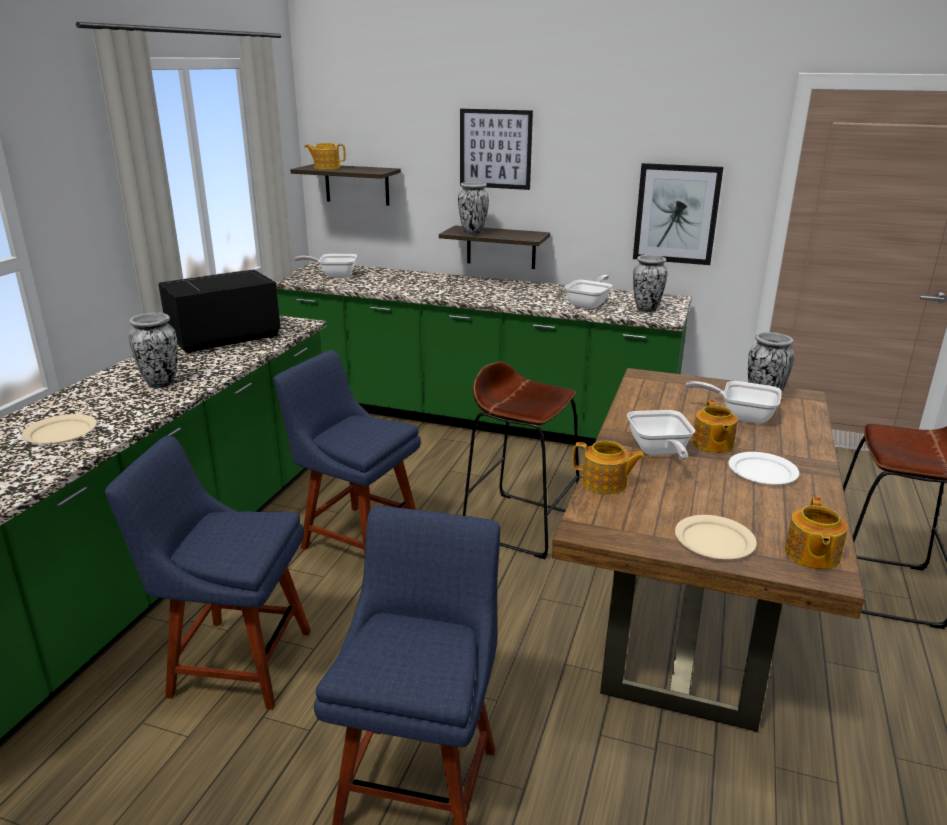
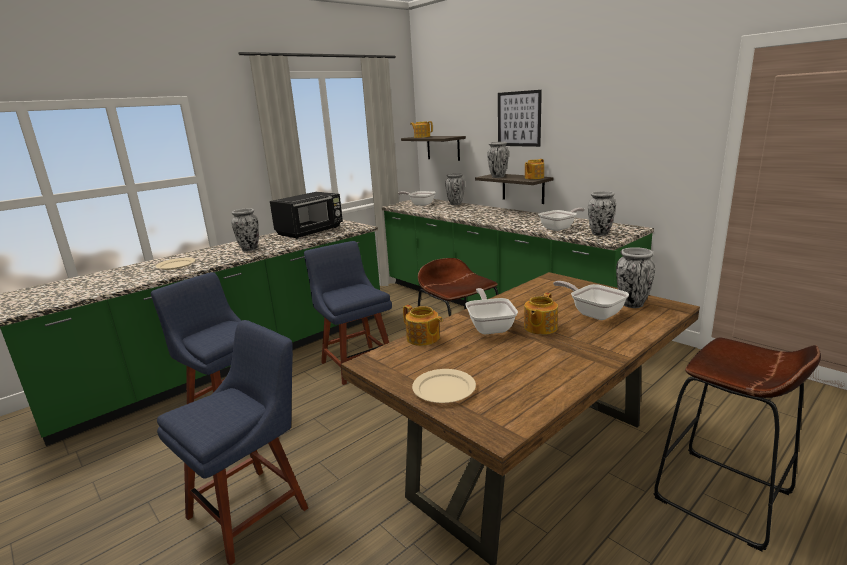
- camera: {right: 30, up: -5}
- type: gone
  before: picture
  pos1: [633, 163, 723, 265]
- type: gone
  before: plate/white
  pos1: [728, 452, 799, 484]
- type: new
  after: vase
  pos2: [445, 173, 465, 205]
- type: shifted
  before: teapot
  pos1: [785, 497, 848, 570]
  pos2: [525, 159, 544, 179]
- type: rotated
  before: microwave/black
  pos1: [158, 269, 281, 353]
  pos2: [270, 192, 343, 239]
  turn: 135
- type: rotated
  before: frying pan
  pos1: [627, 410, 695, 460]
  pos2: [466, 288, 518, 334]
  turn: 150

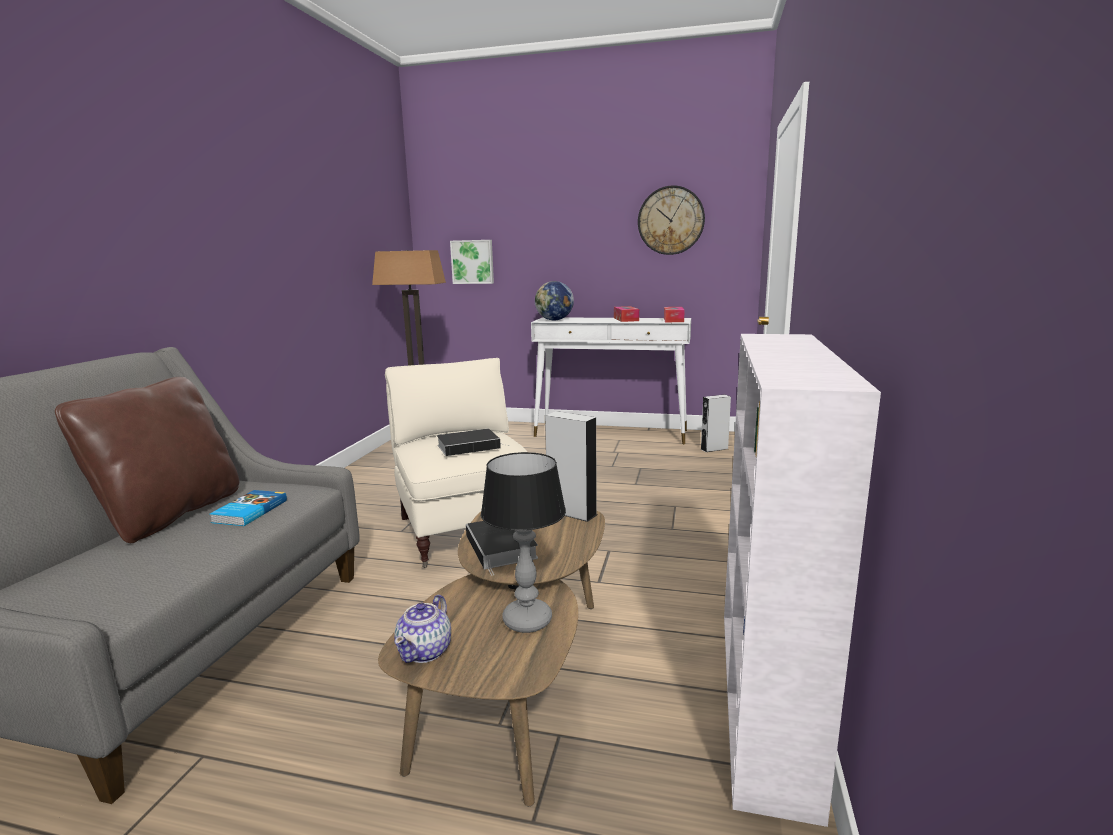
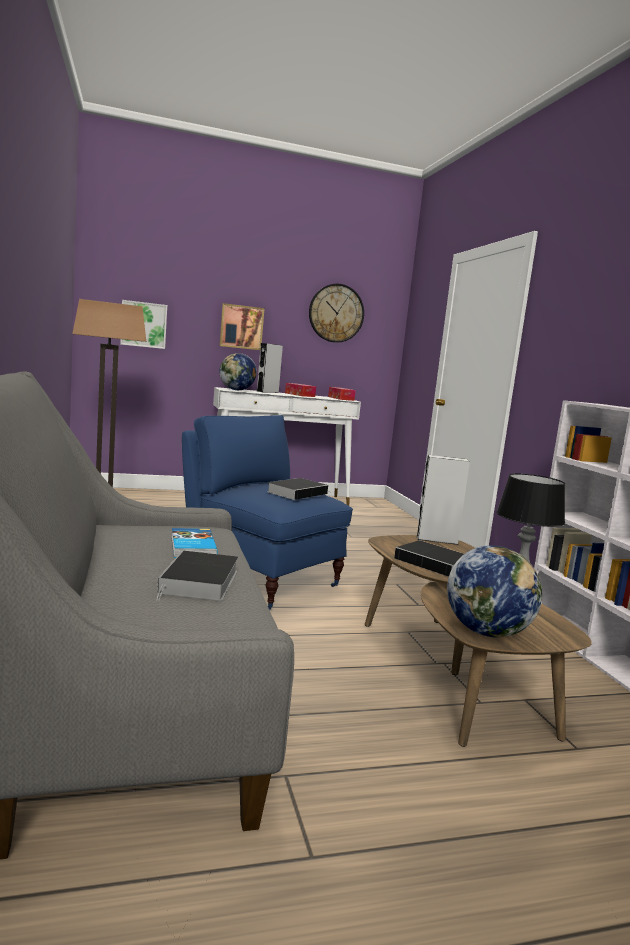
- camera: {right: -30, up: -5}
- type: gone
  before: pillow/brown
  pos1: [55, 377, 239, 543]
- type: new
  after: book
  pos2: [156, 551, 238, 601]
- type: new
  after: picture
  pos2: [219, 303, 265, 350]
- type: shifted
  before: speaker/grey
  pos1: [701, 394, 731, 452]
  pos2: [257, 343, 283, 393]
- type: swapped
  before: teapot
  after: globe
  pos1: [394, 595, 451, 663]
  pos2: [447, 545, 542, 638]
- type: repainted
  before: armchair/beige
  after: armchair/blue
  pos1: [385, 358, 527, 568]
  pos2: [182, 415, 353, 610]

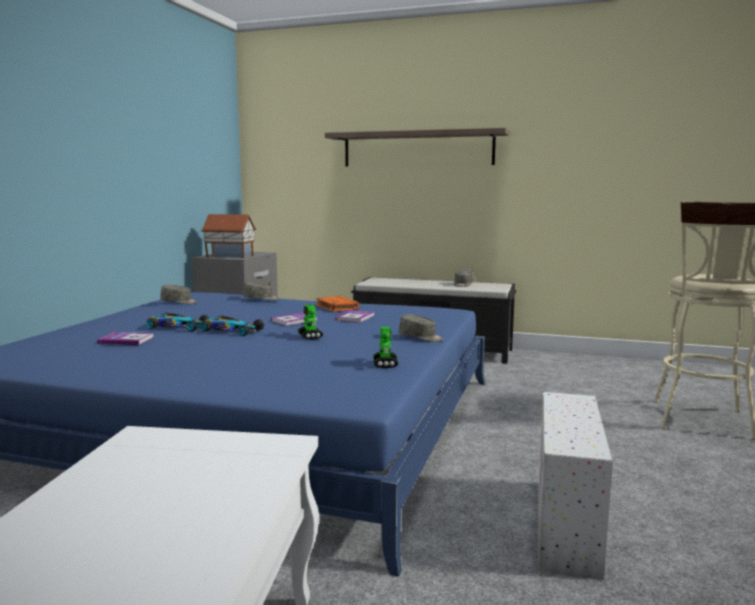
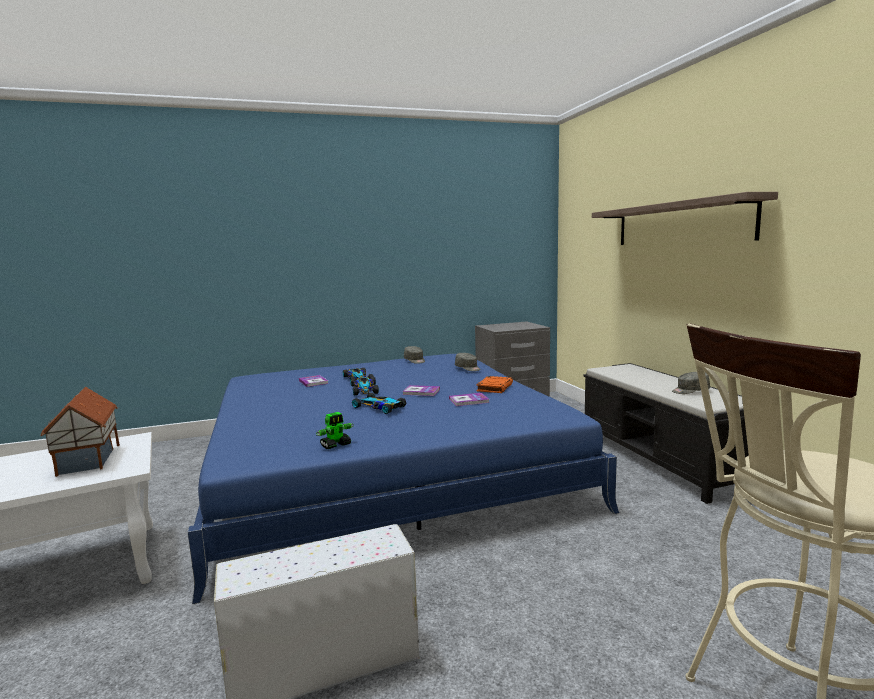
- camera: {right: 55, up: 0}
- type: gone
  before: cap/grey
  pos1: [399, 314, 443, 342]
- type: shifted
  before: toy house
  pos1: [201, 214, 256, 258]
  pos2: [40, 387, 120, 477]
- type: swapped
  before: toy robot
  after: toy car
  pos1: [298, 305, 323, 340]
  pos2: [352, 393, 407, 414]

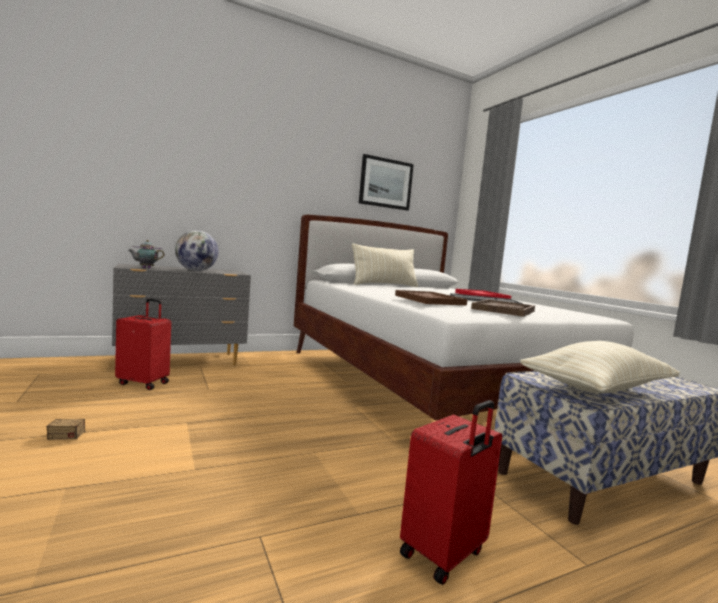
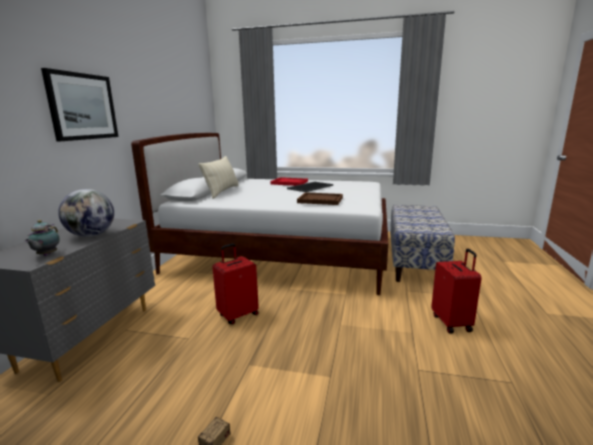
- camera: {right: -50, up: 10}
- type: gone
  before: tray/brown
  pos1: [471, 299, 535, 317]
- type: gone
  before: pillow/beige
  pos1: [520, 341, 680, 394]
- type: shifted
  before: suitcase/red
  pos1: [115, 298, 171, 390]
  pos2: [212, 243, 259, 324]
- type: shifted
  before: picture
  pos1: [359, 154, 414, 211]
  pos2: [41, 68, 118, 142]

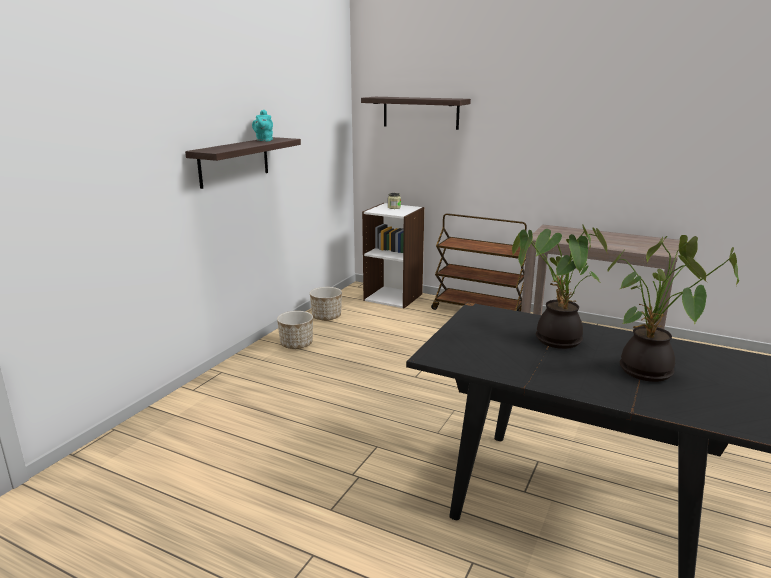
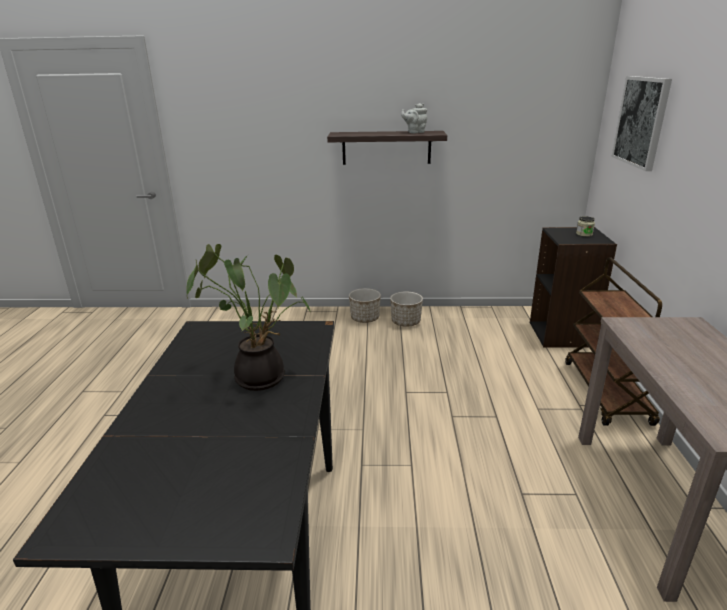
- camera: {right: 65, up: 5}
- type: gone
  before: potted plant
  pos1: [607, 235, 739, 382]
- type: shifted
  before: planter
  pos1: [310, 287, 342, 321]
  pos2: [349, 288, 381, 323]
- type: swapped
  before: shelf
  after: picture
  pos1: [361, 97, 471, 130]
  pos2: [611, 76, 672, 171]
- type: repainted
  before: teapot/turquoise
  after: teapot/grey
  pos1: [252, 110, 273, 141]
  pos2: [401, 103, 427, 133]
- type: repainted
  before: bookcase/white
  after: bookcase/black
  pos1: [362, 203, 424, 308]
  pos2: [530, 227, 617, 347]

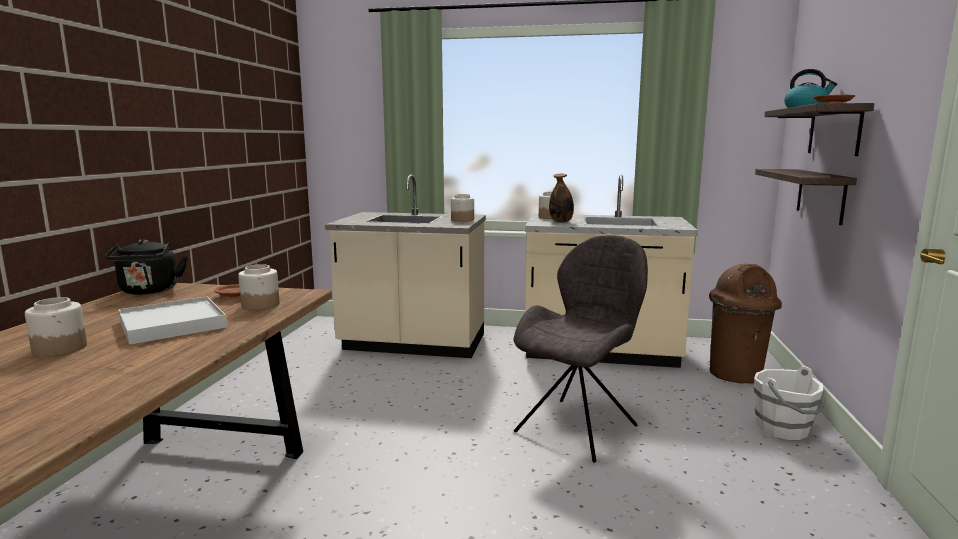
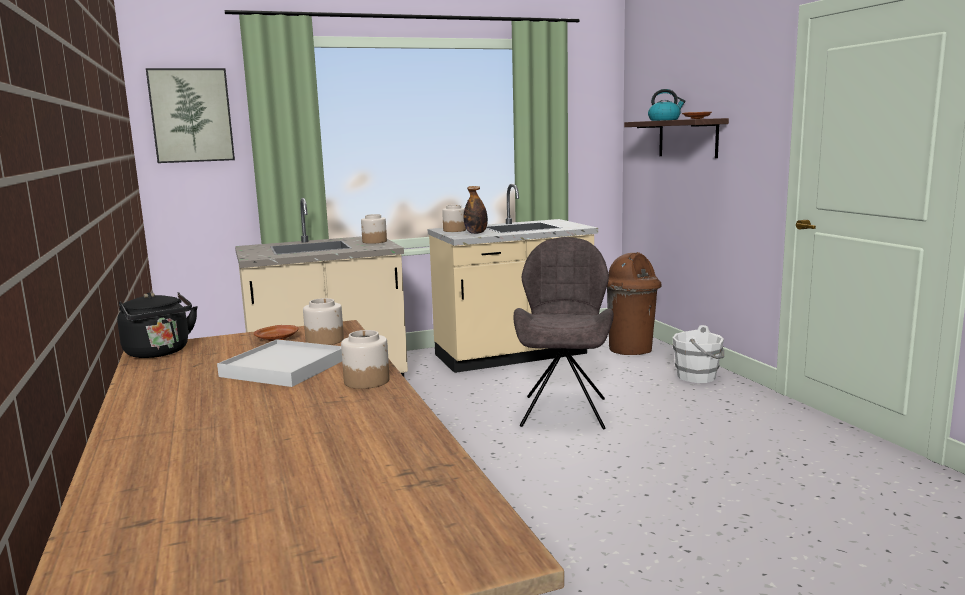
- camera: {right: -30, up: 0}
- type: gone
  before: shelf
  pos1: [755, 169, 857, 225]
- type: new
  after: picture
  pos2: [146, 68, 235, 163]
- type: shifted
  before: jar
  pos1: [25, 297, 87, 357]
  pos2: [341, 330, 389, 389]

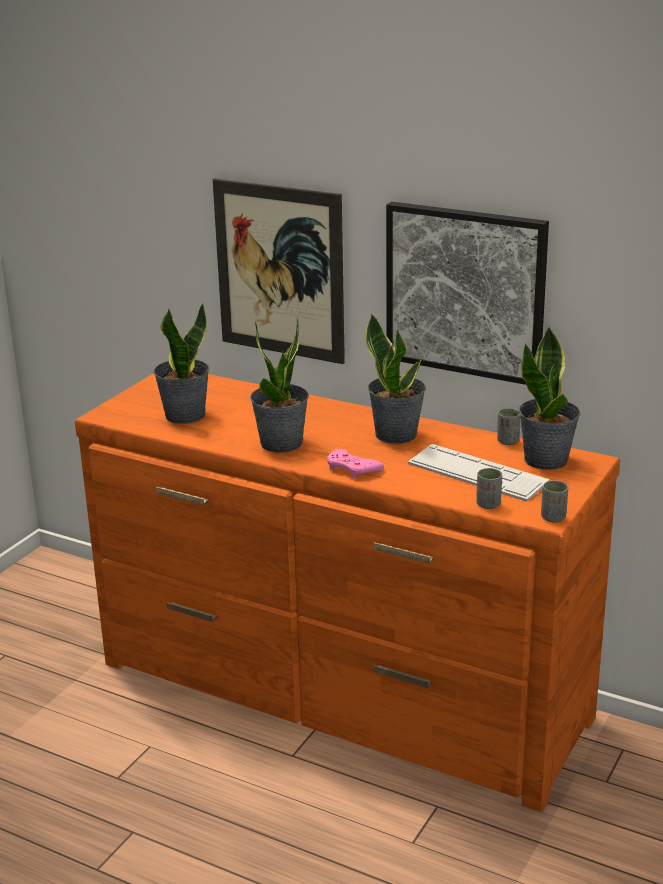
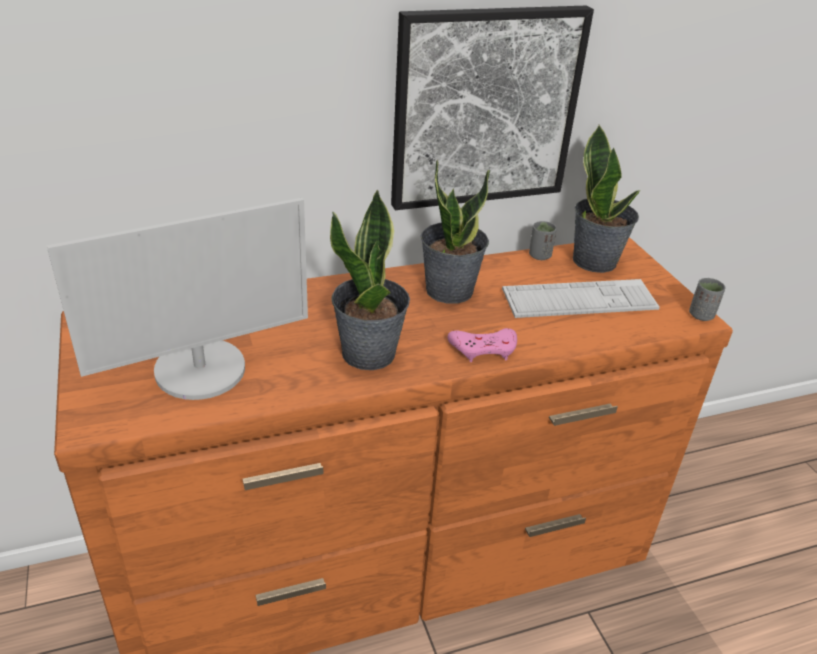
- camera: {right: -50, up: 10}
- type: gone
  before: picture
  pos1: [213, 178, 345, 364]
- type: gone
  before: cup/grey
  pos1: [476, 468, 502, 509]
- type: swapped
  before: potted plant
  after: monitor
  pos1: [153, 303, 210, 424]
  pos2: [46, 198, 308, 400]

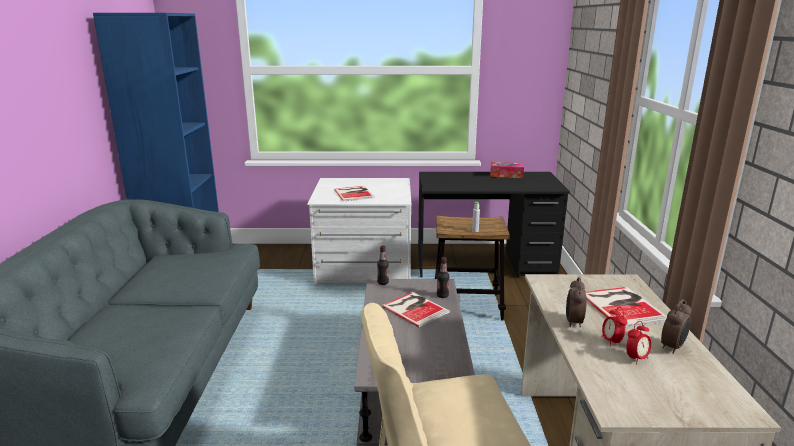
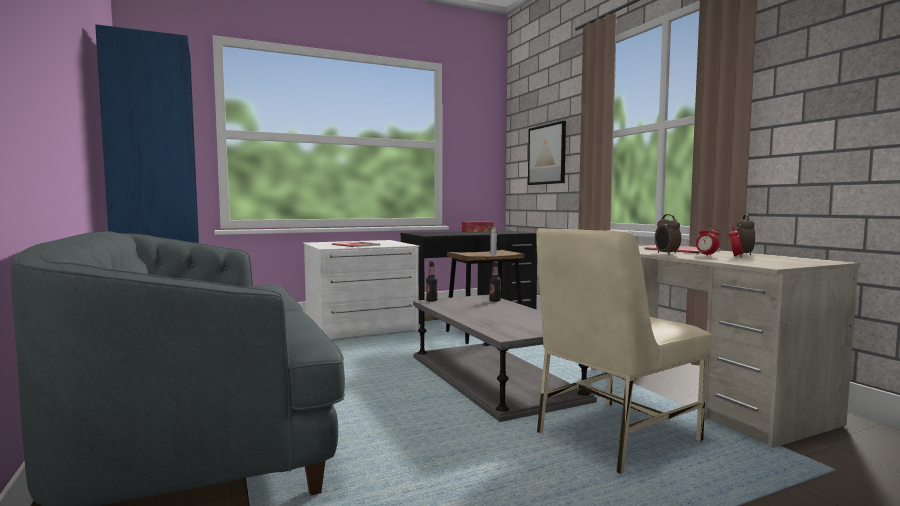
- camera: {right: -25, up: -15}
- type: gone
  before: book
  pos1: [382, 292, 450, 327]
- type: new
  after: picture
  pos2: [528, 121, 566, 185]

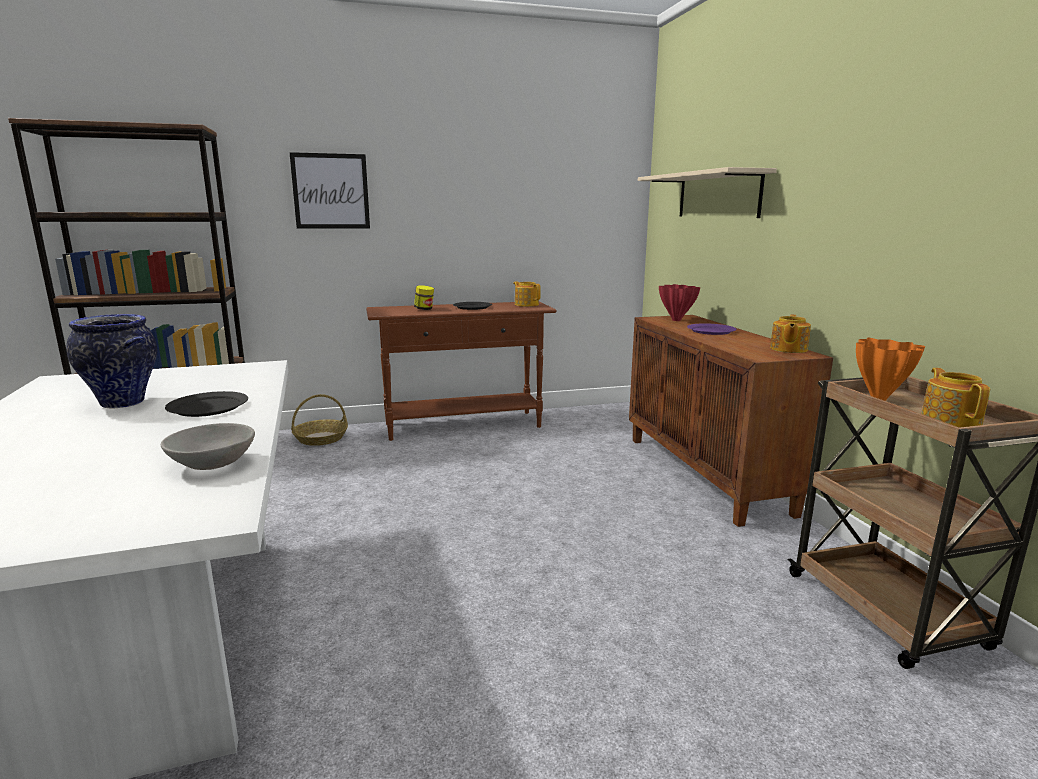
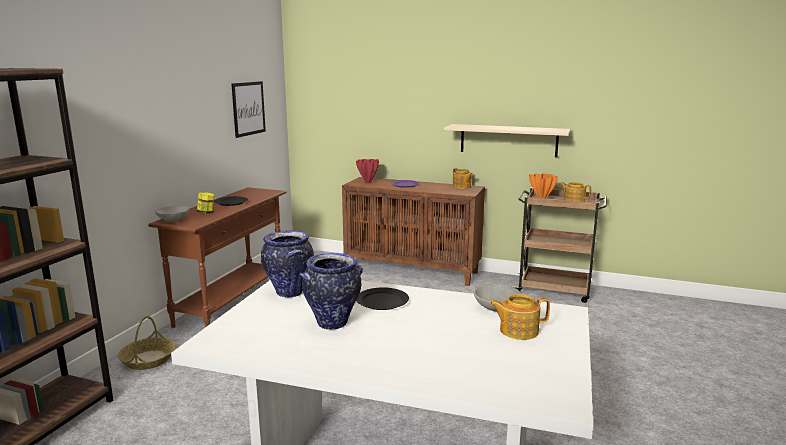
- camera: {right: -55, up: 0}
- type: new
  after: bowl/grey
  pos2: [155, 206, 189, 222]
- type: new
  after: vase
  pos2: [261, 230, 314, 298]
- type: shifted
  before: picture
  pos1: [289, 152, 370, 229]
  pos2: [232, 81, 266, 138]
- type: shifted
  before: teapot
  pos1: [513, 281, 541, 307]
  pos2: [490, 294, 550, 340]
- type: shifted
  before: shelf/beige
  pos1: [638, 167, 777, 218]
  pos2: [444, 124, 571, 157]

